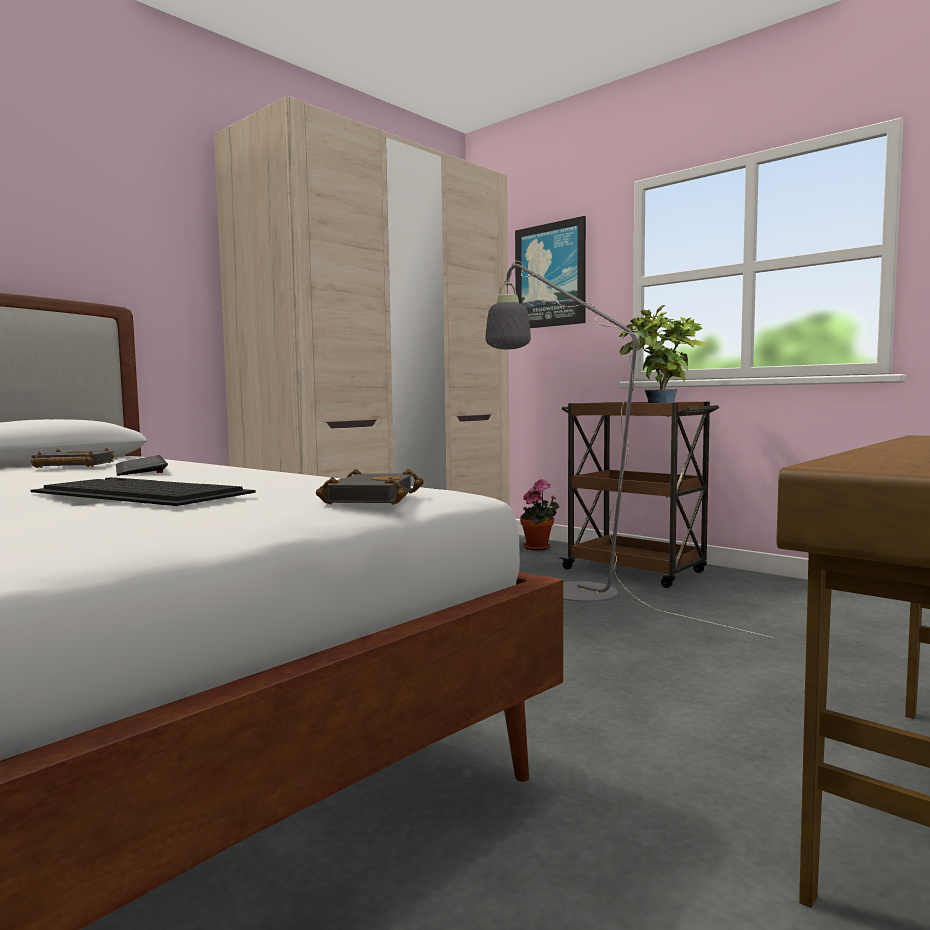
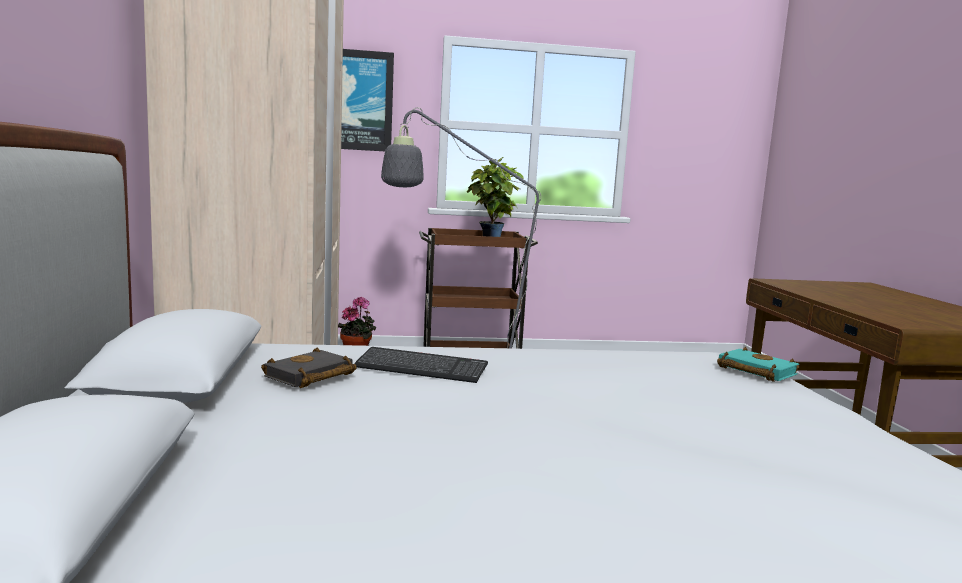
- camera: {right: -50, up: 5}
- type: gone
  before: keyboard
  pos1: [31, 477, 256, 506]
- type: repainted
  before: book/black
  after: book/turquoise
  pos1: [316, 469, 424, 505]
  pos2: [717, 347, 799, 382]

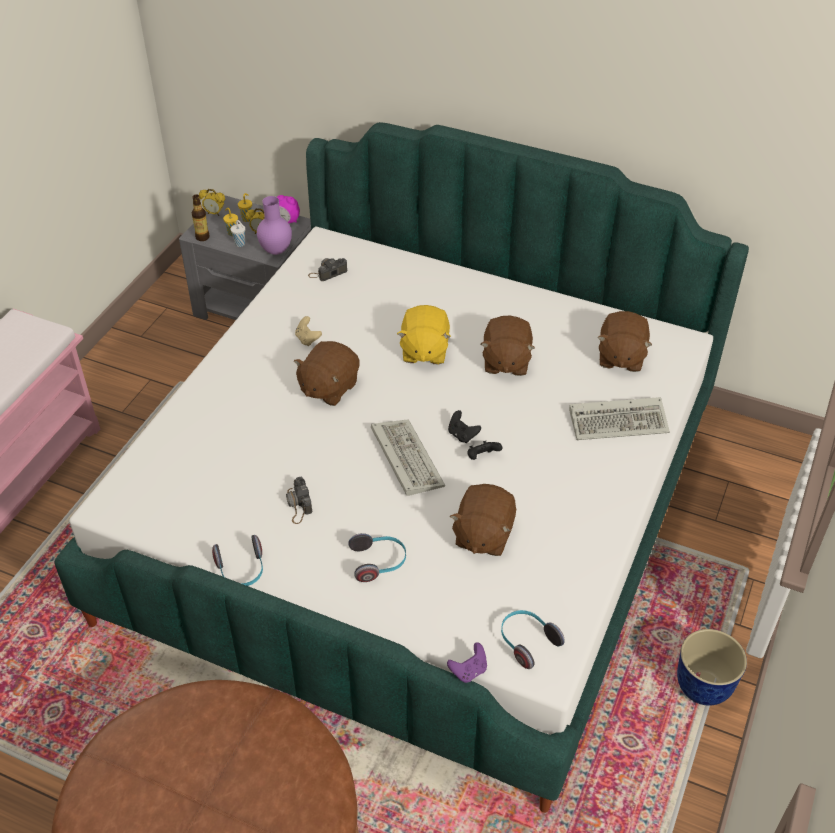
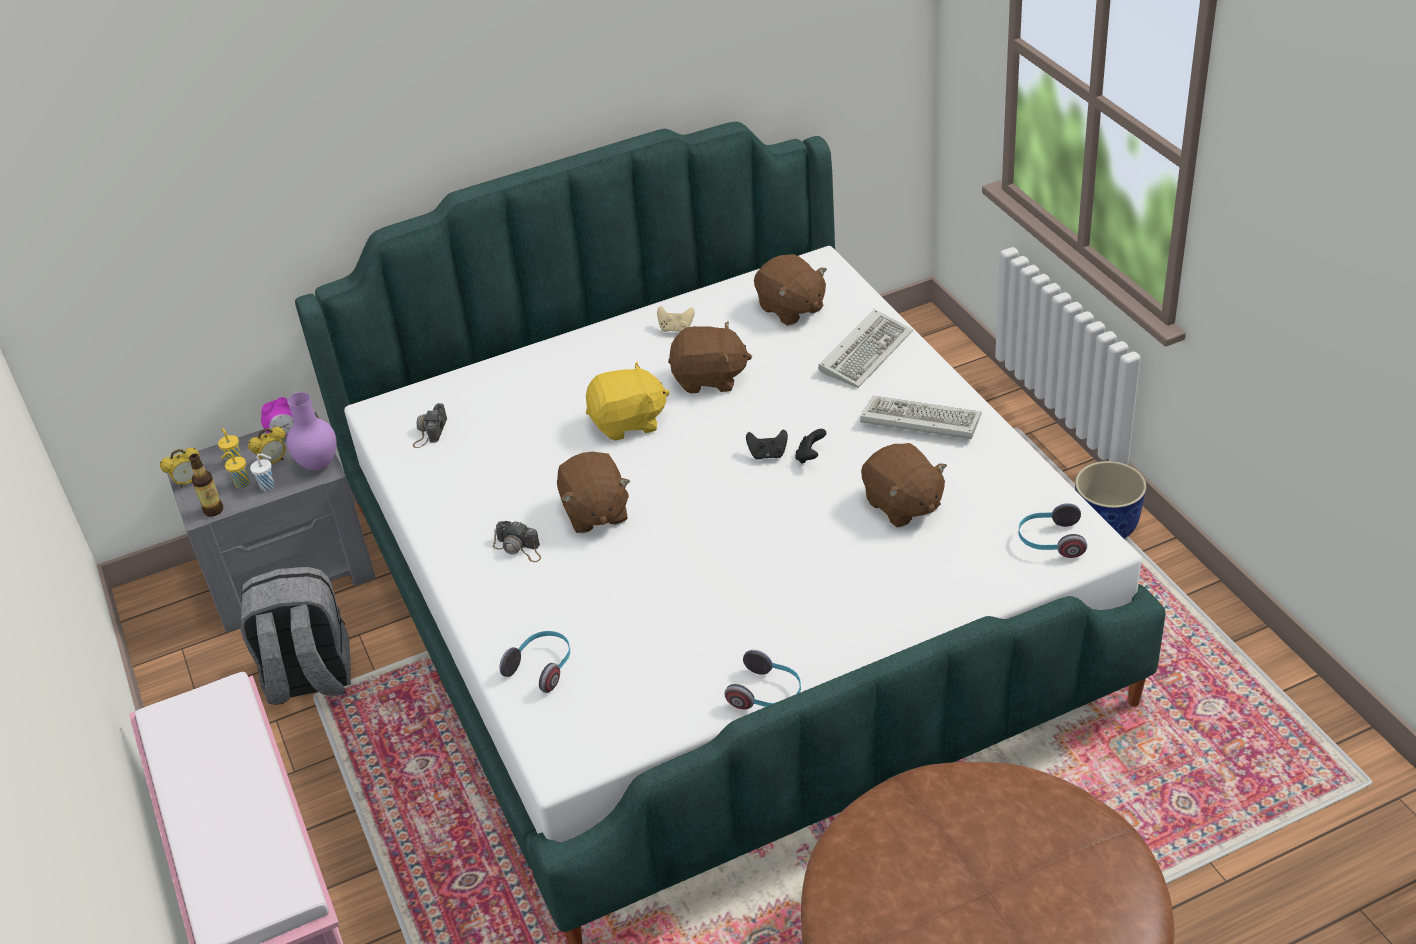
- camera: {right: -45, up: -5}
- type: gone
  before: game controller/purple
  pos1: [447, 642, 487, 683]
- type: new
  after: backpack/grey
  pos2: [241, 567, 351, 705]
- type: shifted
  before: photo camera
  pos1: [286, 477, 312, 524]
  pos2: [493, 521, 541, 562]
- type: shifted
  before: game controller/beige
  pos1: [295, 316, 322, 346]
  pos2: [657, 306, 695, 332]
- type: shifted
  before: headphones
  pos1: [348, 533, 406, 582]
  pos2: [499, 631, 570, 693]
- type: shifted
  before: keyboard
  pos1: [371, 419, 445, 496]
  pos2: [860, 396, 982, 439]
- type: rotated
  before: plush toy/yellow
  pos1: [397, 305, 451, 364]
  pos2: [586, 362, 670, 441]
  turn: -60
- type: rotated
  before: plush toy/brown
  pos1: [481, 315, 535, 376]
  pos2: [668, 322, 752, 393]
  turn: -45

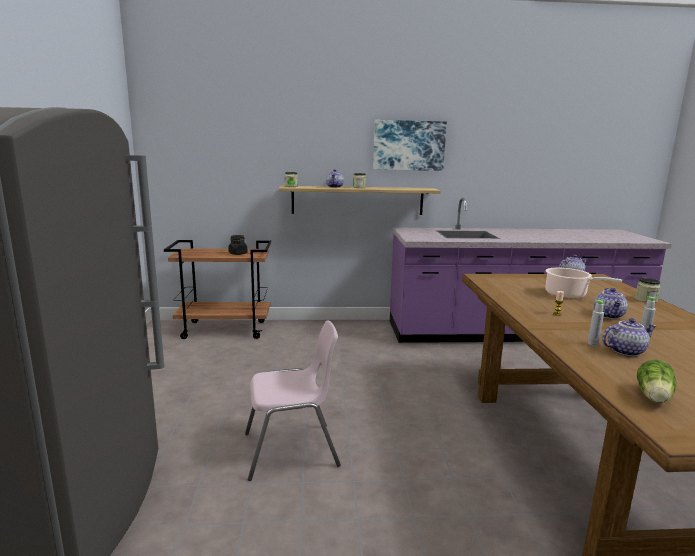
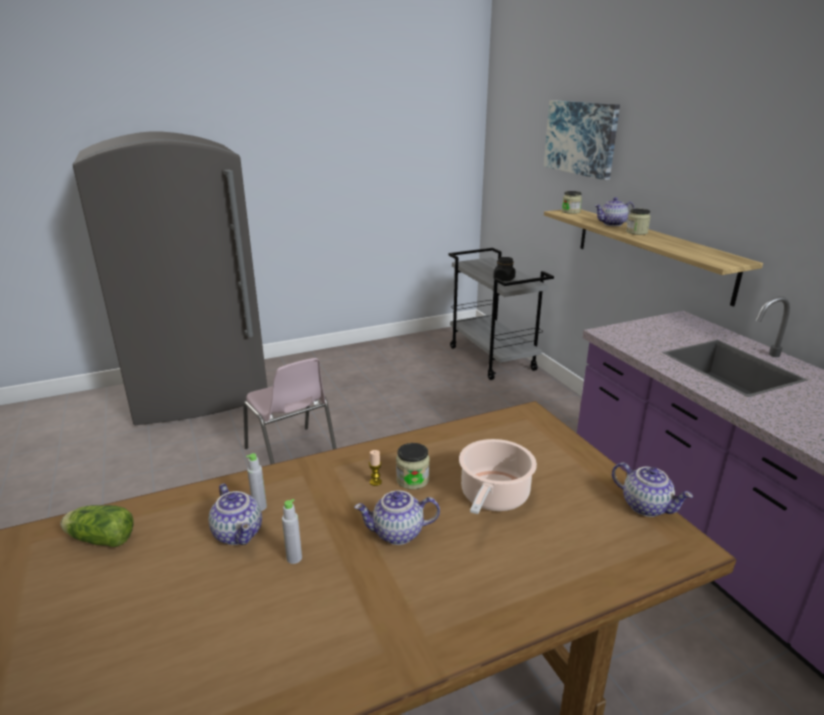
- camera: {right: 70, up: 10}
- type: shifted
  before: picture
  pos1: [373, 120, 447, 171]
  pos2: [544, 100, 620, 180]
- type: shifted
  before: jar
  pos1: [635, 278, 661, 303]
  pos2: [396, 443, 430, 490]
- type: repainted
  before: cart/brown
  after: cart/grey
  pos1: [164, 240, 271, 339]
  pos2: [449, 248, 554, 380]

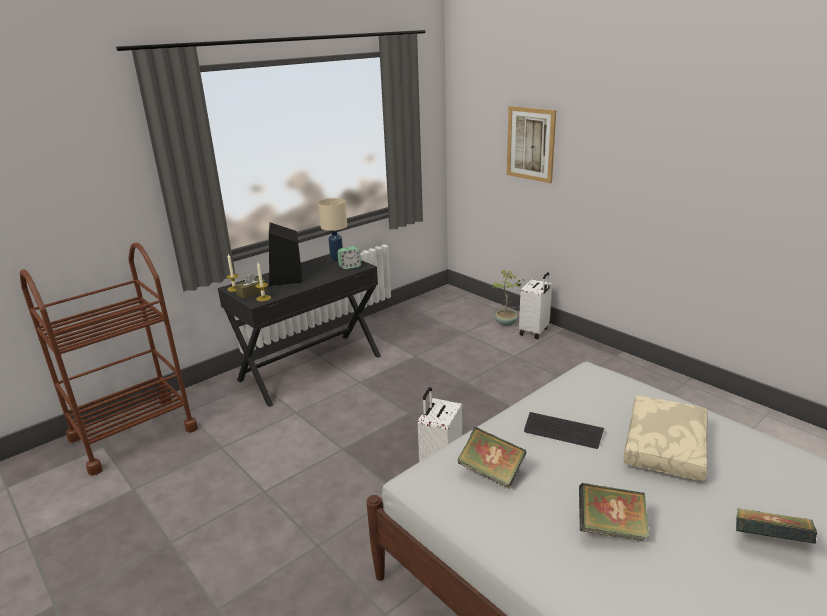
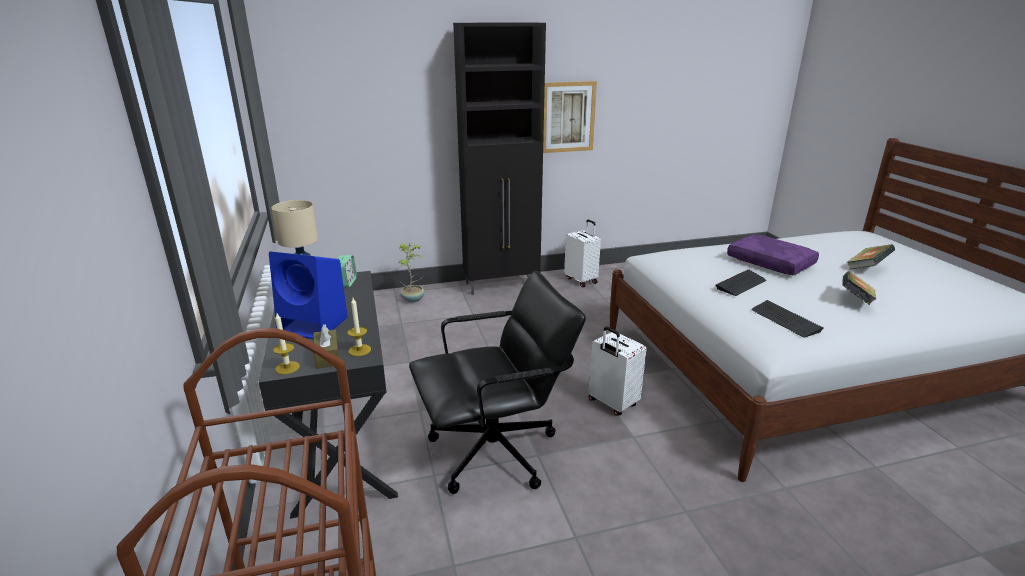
- camera: {right: -65, up: 0}
- type: new
  after: office chair/black
  pos2: [409, 271, 586, 494]
- type: new
  after: cabinet/black
  pos2: [453, 22, 546, 295]
- type: shifted
  before: picture
  pos1: [507, 106, 556, 183]
  pos2: [543, 81, 597, 153]
- type: shifted
  before: suitcase/white
  pos1: [519, 272, 552, 339]
  pos2: [564, 219, 601, 287]
- type: swapped
  before: book
  after: keyboard
  pos1: [458, 427, 526, 489]
  pos2: [752, 300, 824, 338]
- type: repainted
  before: speaker/black
  after: speaker/blue
  pos1: [269, 222, 302, 286]
  pos2: [269, 251, 348, 339]
- type: repainted
  before: pillow/beige
  after: pillow/purple
  pos1: [623, 396, 708, 481]
  pos2: [727, 234, 819, 275]

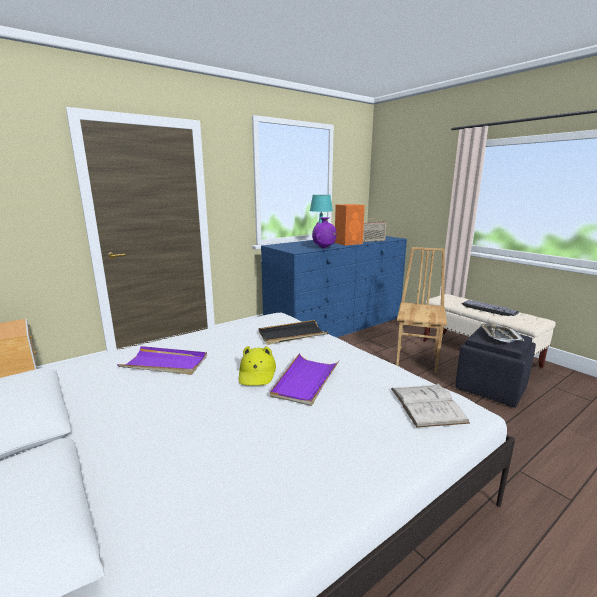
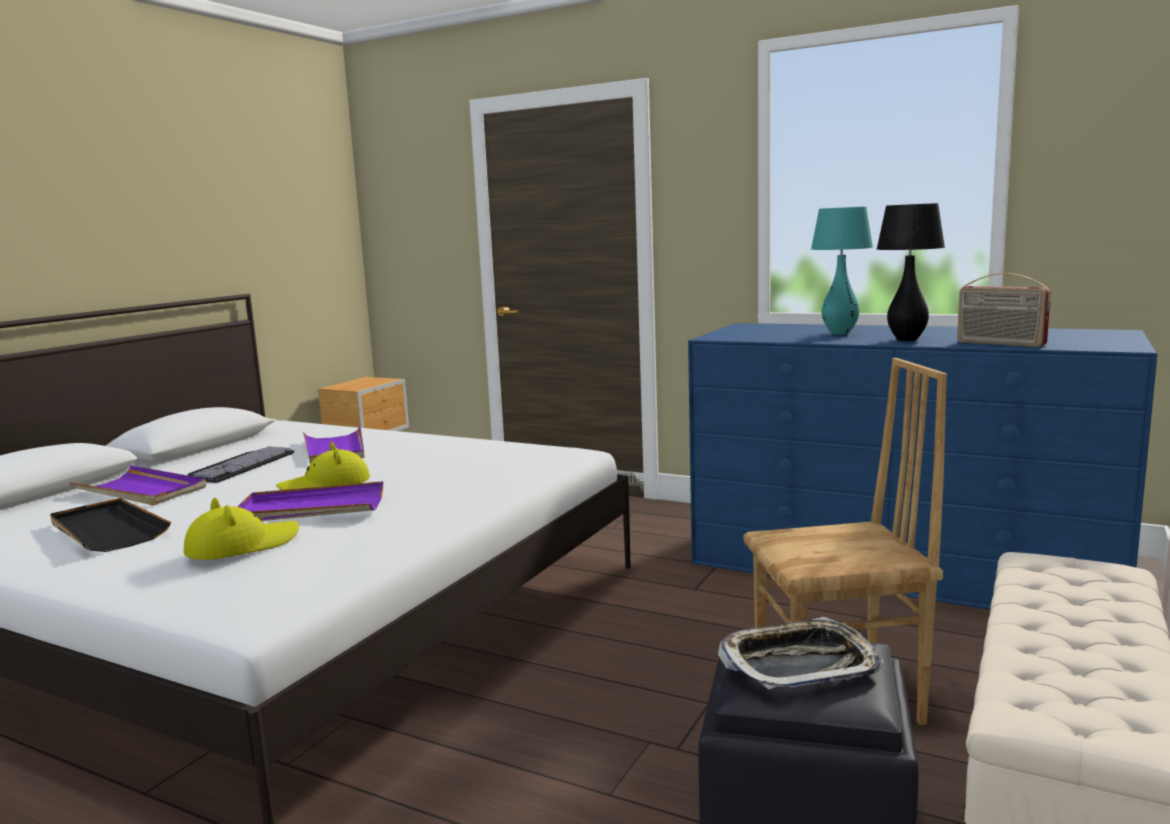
- camera: {right: 65, up: -5}
- type: gone
  before: vase/purple
  pos1: [312, 217, 337, 249]
- type: gone
  before: book/white
  pos1: [391, 384, 470, 428]
- type: new
  after: tray/purple
  pos2: [70, 465, 206, 505]
- type: new
  after: hat/yellow
  pos2: [184, 498, 299, 560]
- type: shifted
  before: tray/black
  pos1: [258, 320, 328, 345]
  pos2: [50, 498, 171, 552]
- type: shifted
  before: keyboard
  pos1: [462, 300, 519, 316]
  pos2: [187, 446, 295, 483]
- type: swapped
  before: speaker/orange
  after: table lamp/black
  pos1: [334, 204, 365, 245]
  pos2: [877, 203, 945, 341]

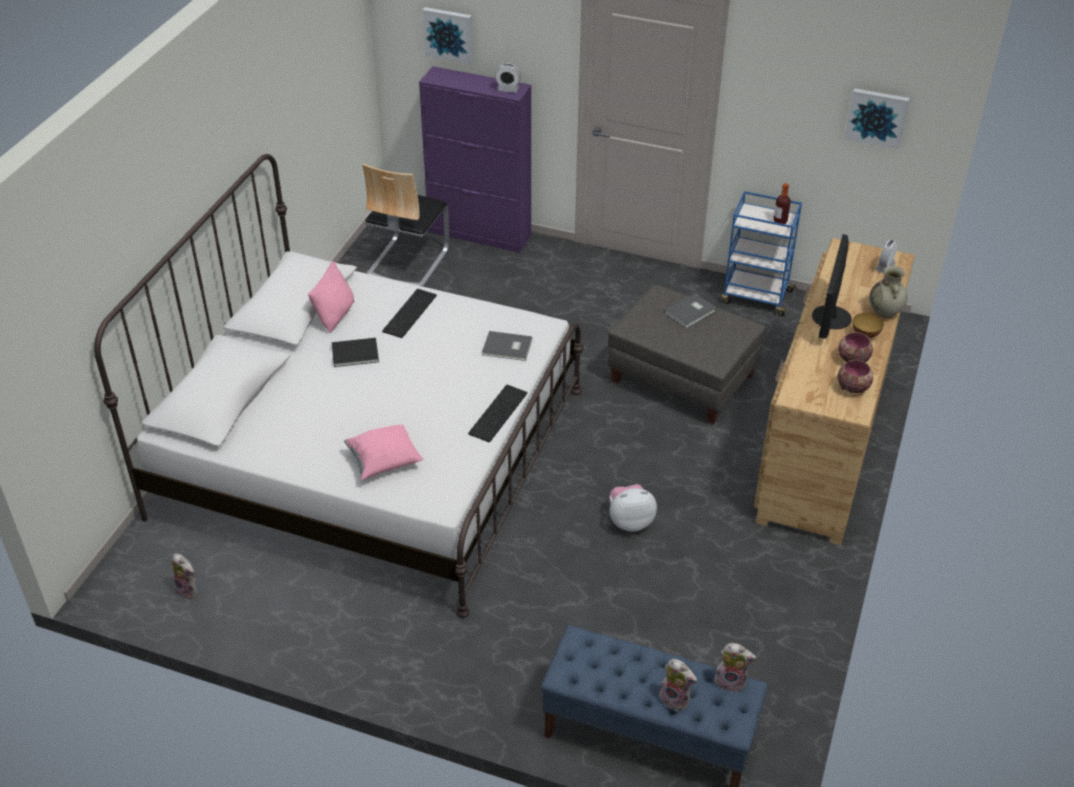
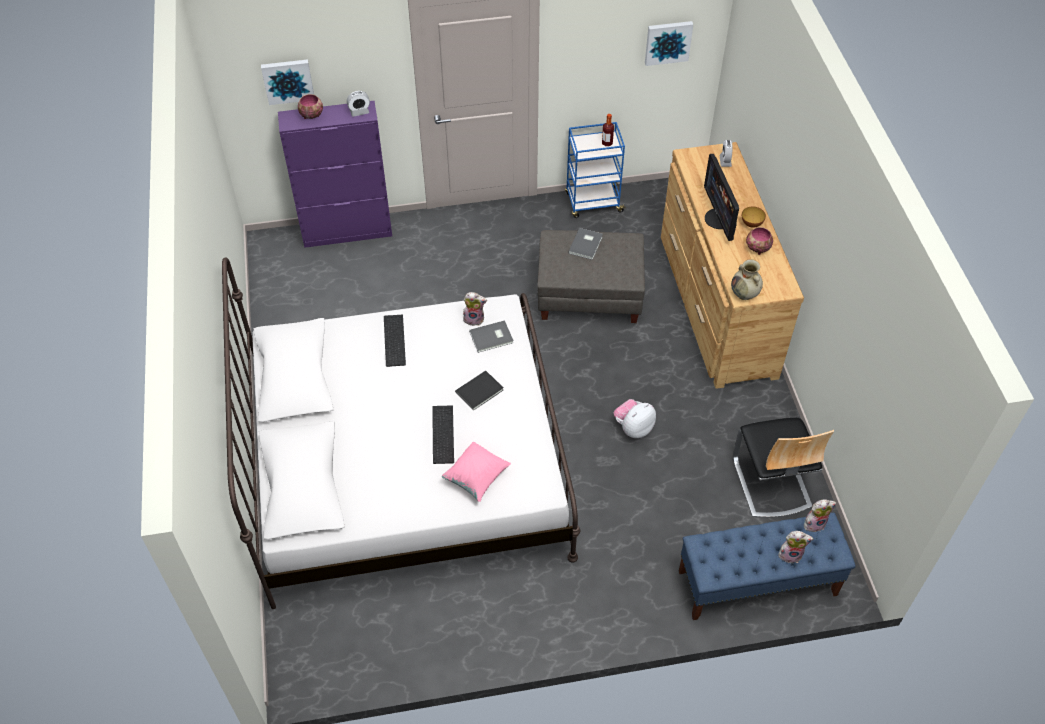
- camera: {right: -30, up: 10}
- type: gone
  before: pillow/pink
  pos1: [308, 261, 354, 333]
- type: shifted
  before: plush toy
  pos1: [172, 553, 198, 600]
  pos2: [463, 292, 487, 326]
- type: shifted
  before: book/black
  pos1: [332, 338, 379, 367]
  pos2: [455, 370, 503, 411]
- type: shifted
  before: chair
  pos1: [362, 164, 450, 287]
  pos2: [733, 418, 834, 518]
- type: shifted
  before: keyboard
  pos1: [468, 385, 527, 442]
  pos2: [432, 405, 454, 464]
- type: shifted
  before: bowl
  pos1: [838, 360, 873, 393]
  pos2: [298, 94, 323, 119]
- type: shifted
  before: vase/beige
  pos1: [869, 266, 907, 318]
  pos2: [731, 259, 763, 300]

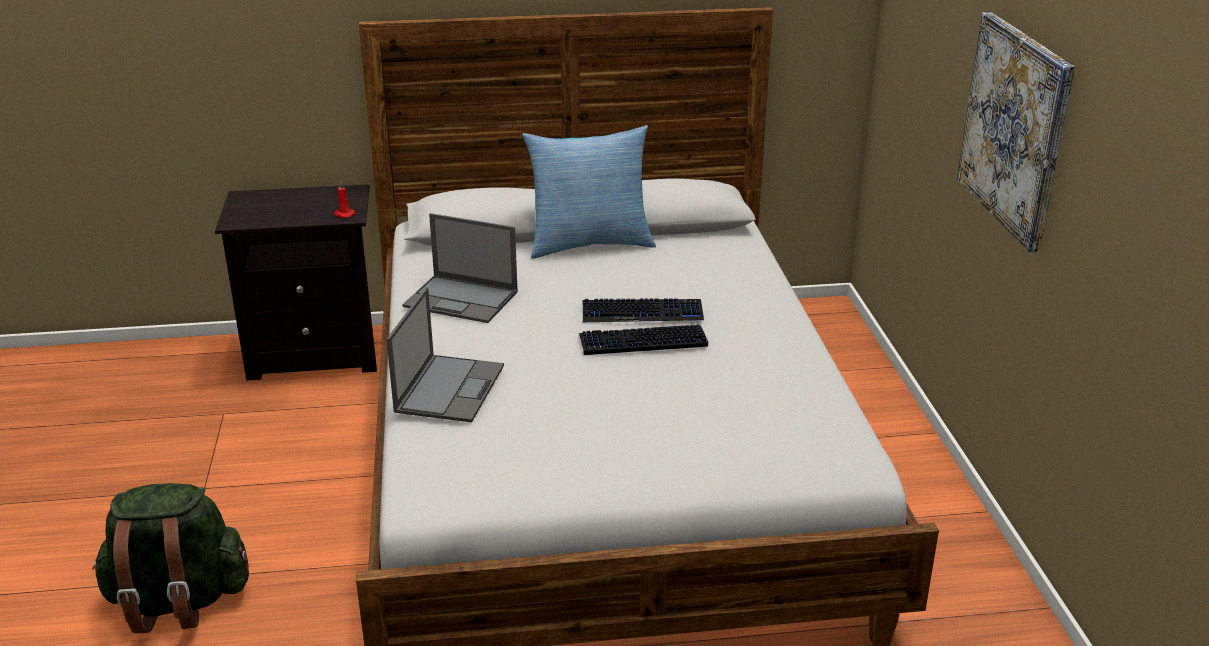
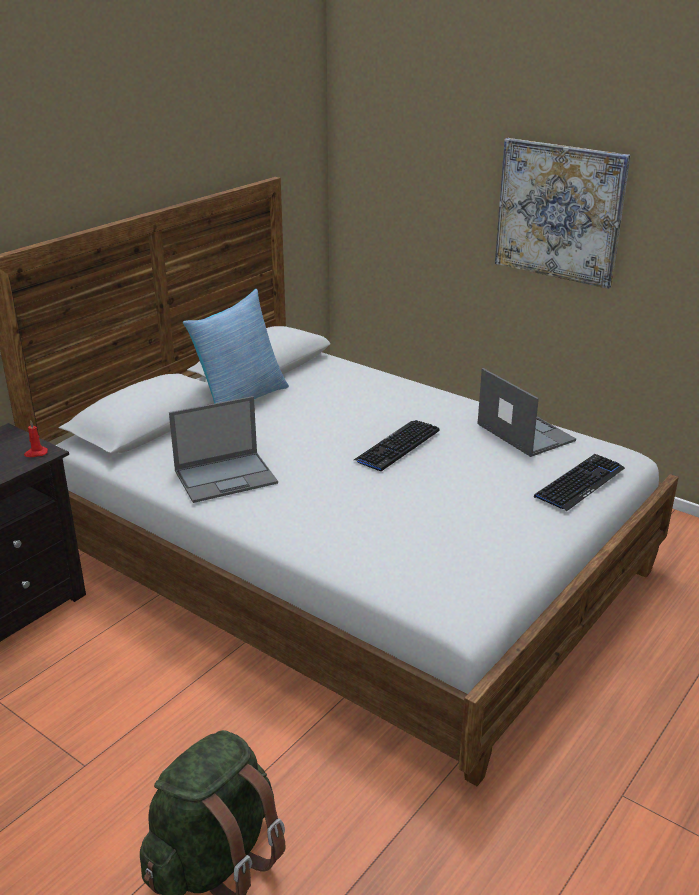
- camera: {right: -45, up: 0}
- type: shifted
  before: laptop
  pos1: [387, 287, 504, 422]
  pos2: [477, 368, 576, 457]
- type: shifted
  before: keyboard
  pos1: [583, 298, 704, 322]
  pos2: [534, 454, 625, 511]

